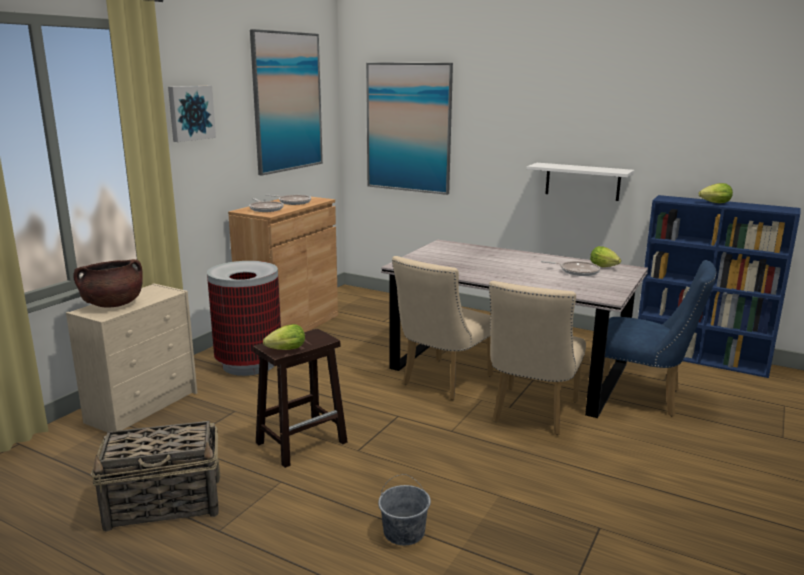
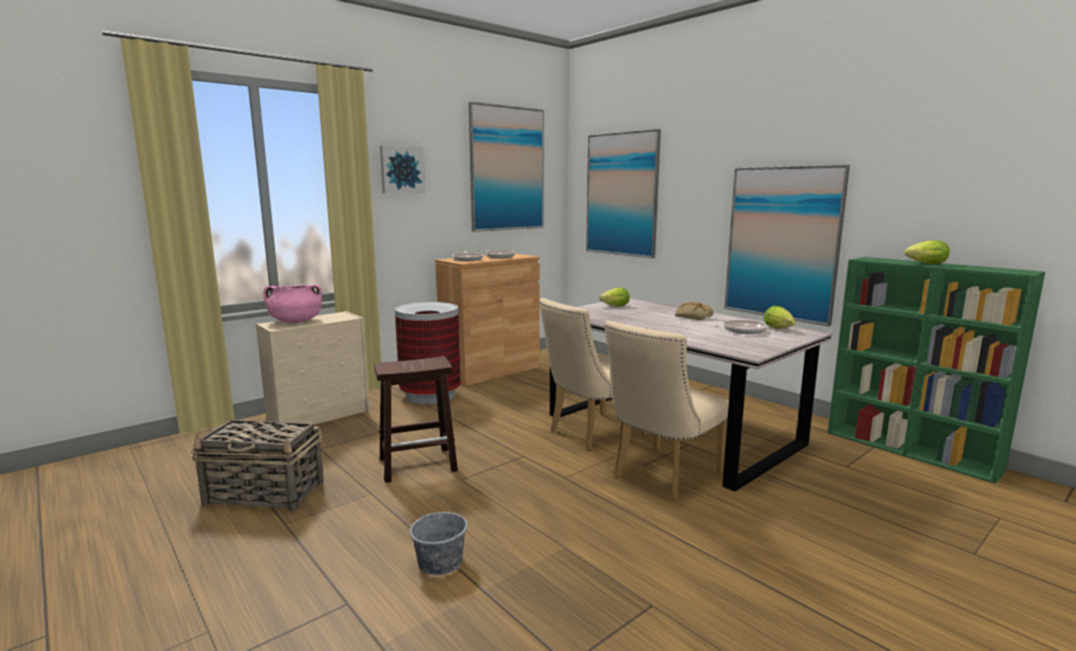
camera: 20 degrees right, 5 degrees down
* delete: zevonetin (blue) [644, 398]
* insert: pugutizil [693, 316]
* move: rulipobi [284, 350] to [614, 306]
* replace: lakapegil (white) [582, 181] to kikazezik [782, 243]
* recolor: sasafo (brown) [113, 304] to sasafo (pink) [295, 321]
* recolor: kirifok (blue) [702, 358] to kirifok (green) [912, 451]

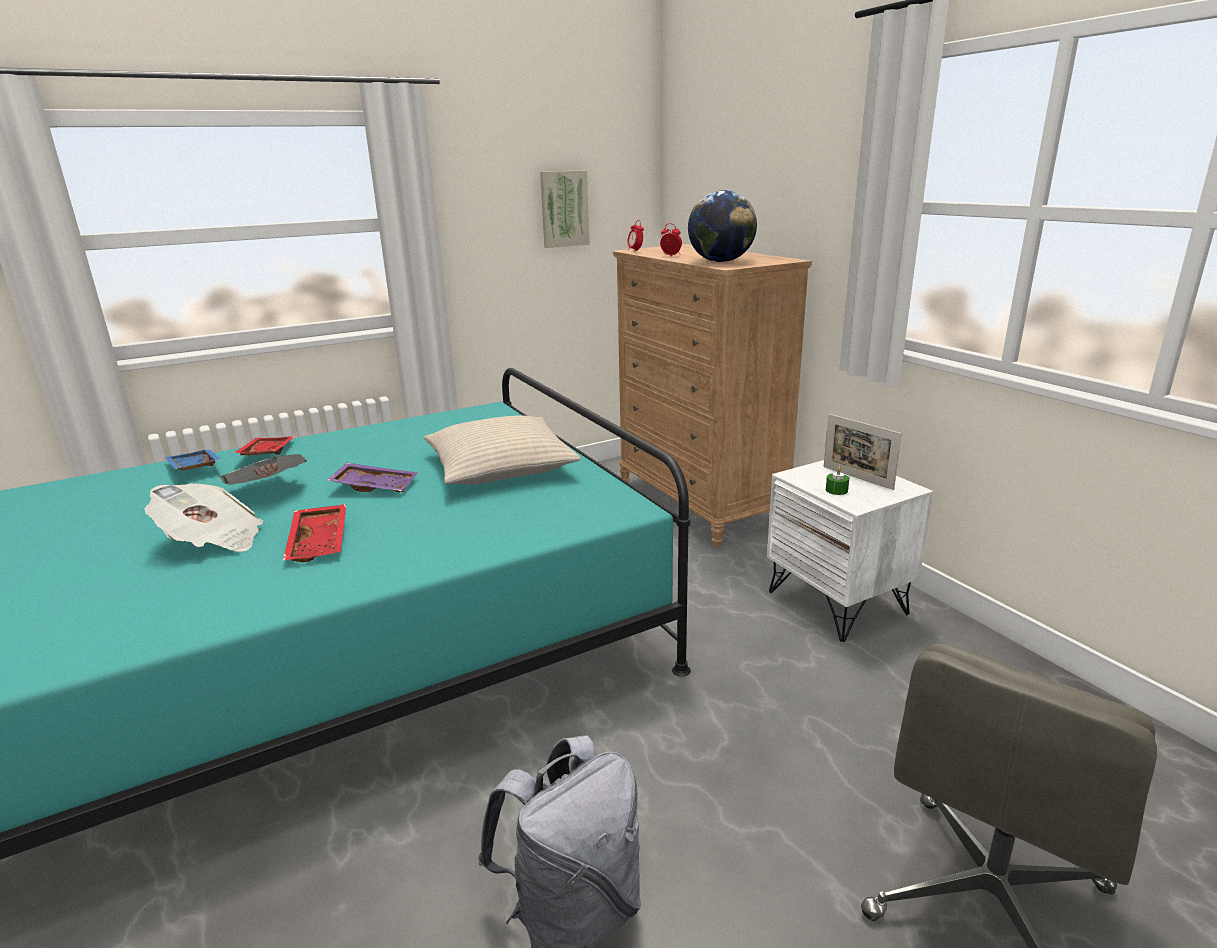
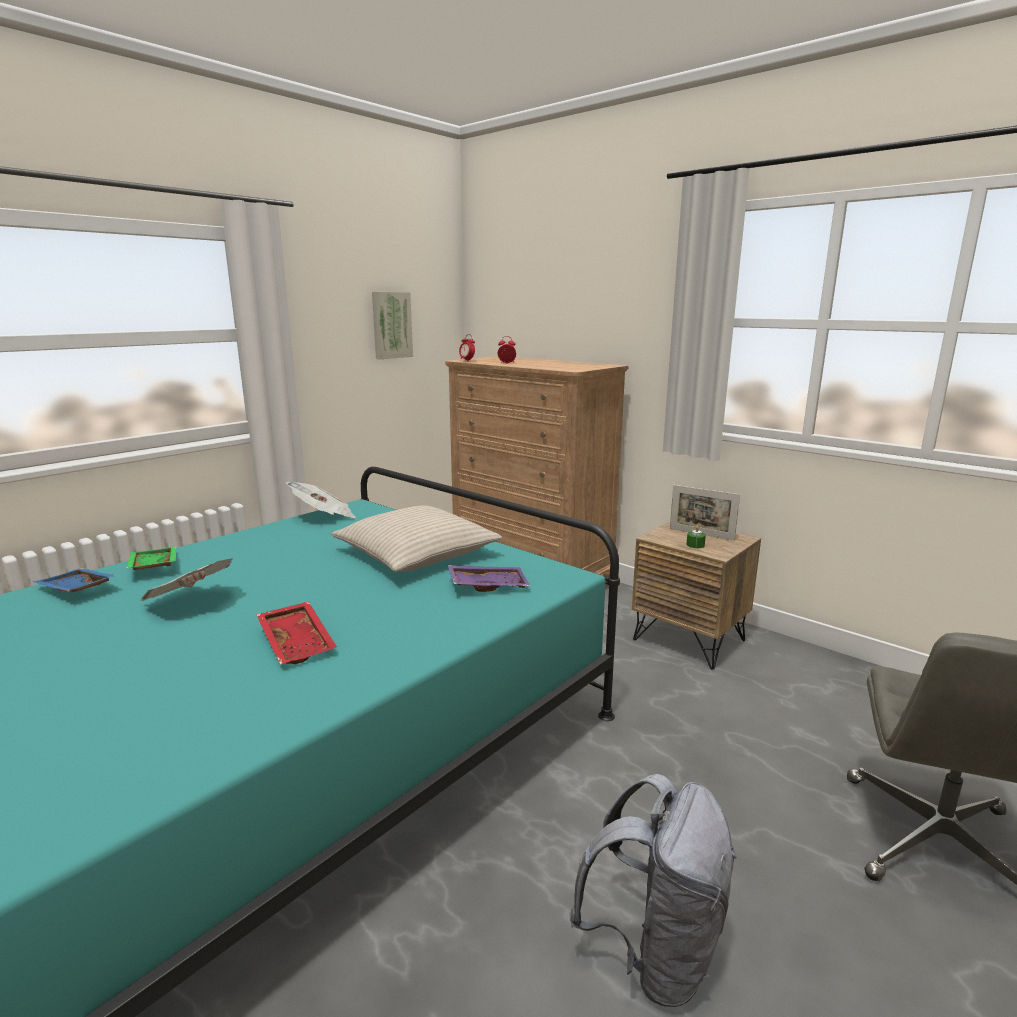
camera: 20 degrees left, 5 degrees down
* delete: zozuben [721, 261]
* move: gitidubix [213, 540] to [324, 516]
* move: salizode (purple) [375, 486] to [488, 585]
* recolor: salizode (red) [266, 454] to salizode (green) [152, 567]
* recolor: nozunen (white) [838, 602] to nozunen (brown) [689, 640]

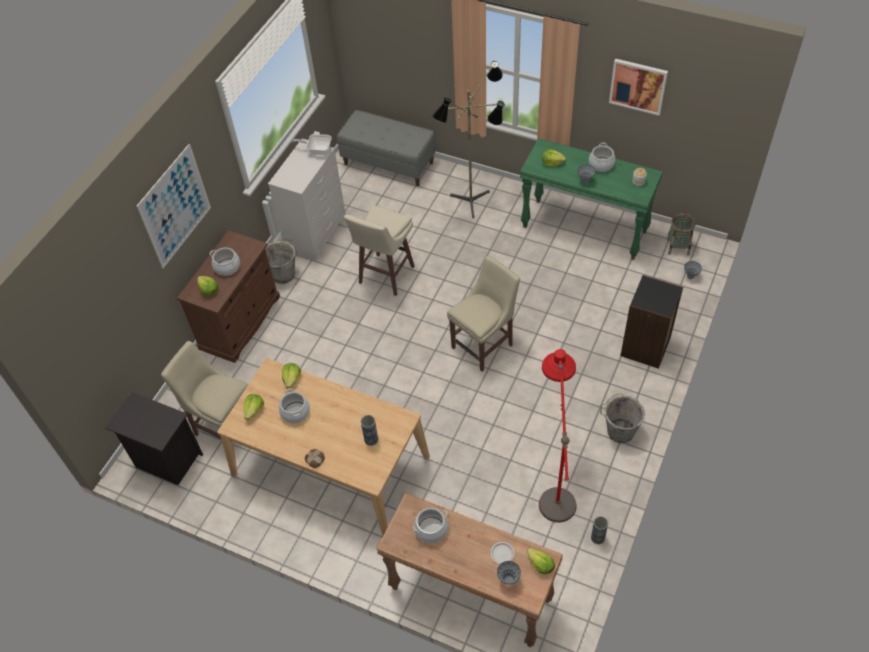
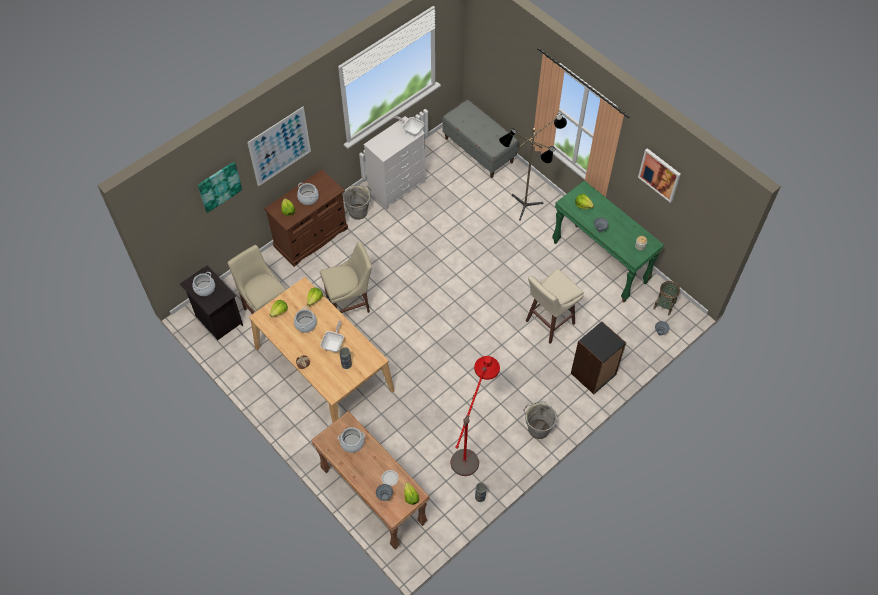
camera: 20 degrees right, 5 degrees up
* insert: kikazezik [219, 186]
* insert: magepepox [334, 343]
* move: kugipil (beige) [385, 276] to [548, 323]
* move: zevonetin (beige) [484, 344] to [350, 304]
* move: sasafo [601, 164] to [205, 288]

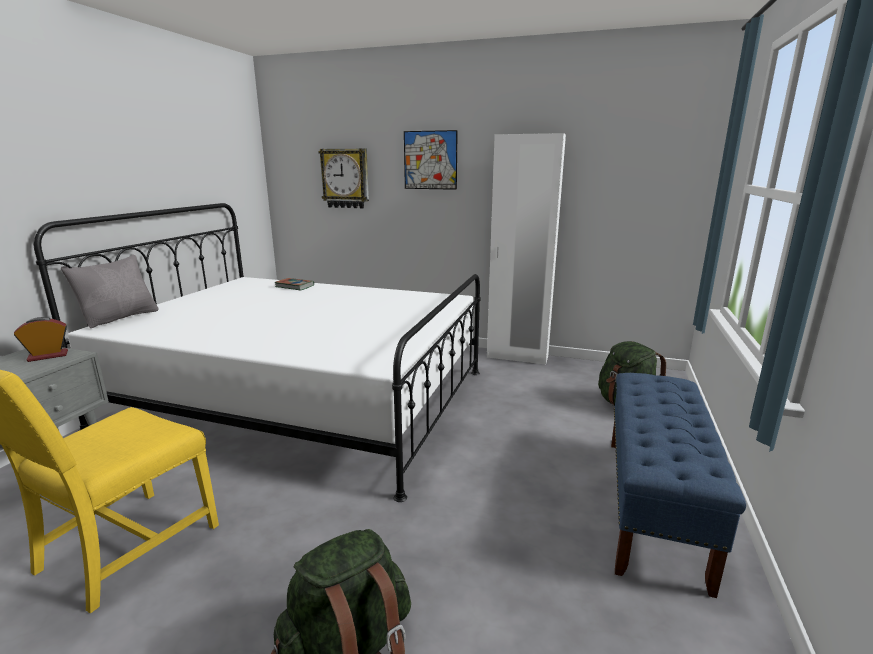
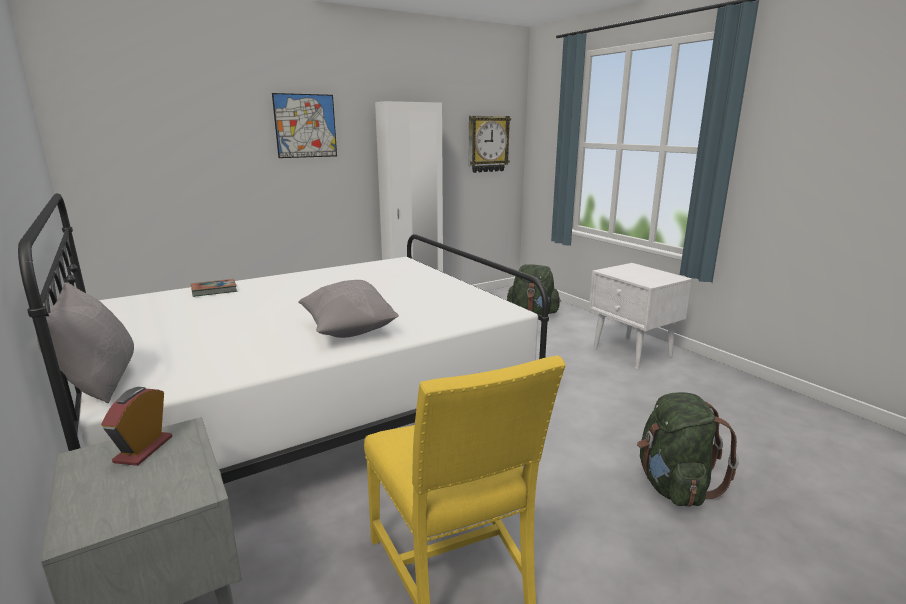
camera: 50 degrees left, 0 degrees up
* insert: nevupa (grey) [349, 330]
* move: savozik [345, 178] to [487, 144]
* replace: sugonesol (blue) [653, 505] to nozunen (white) [632, 352]

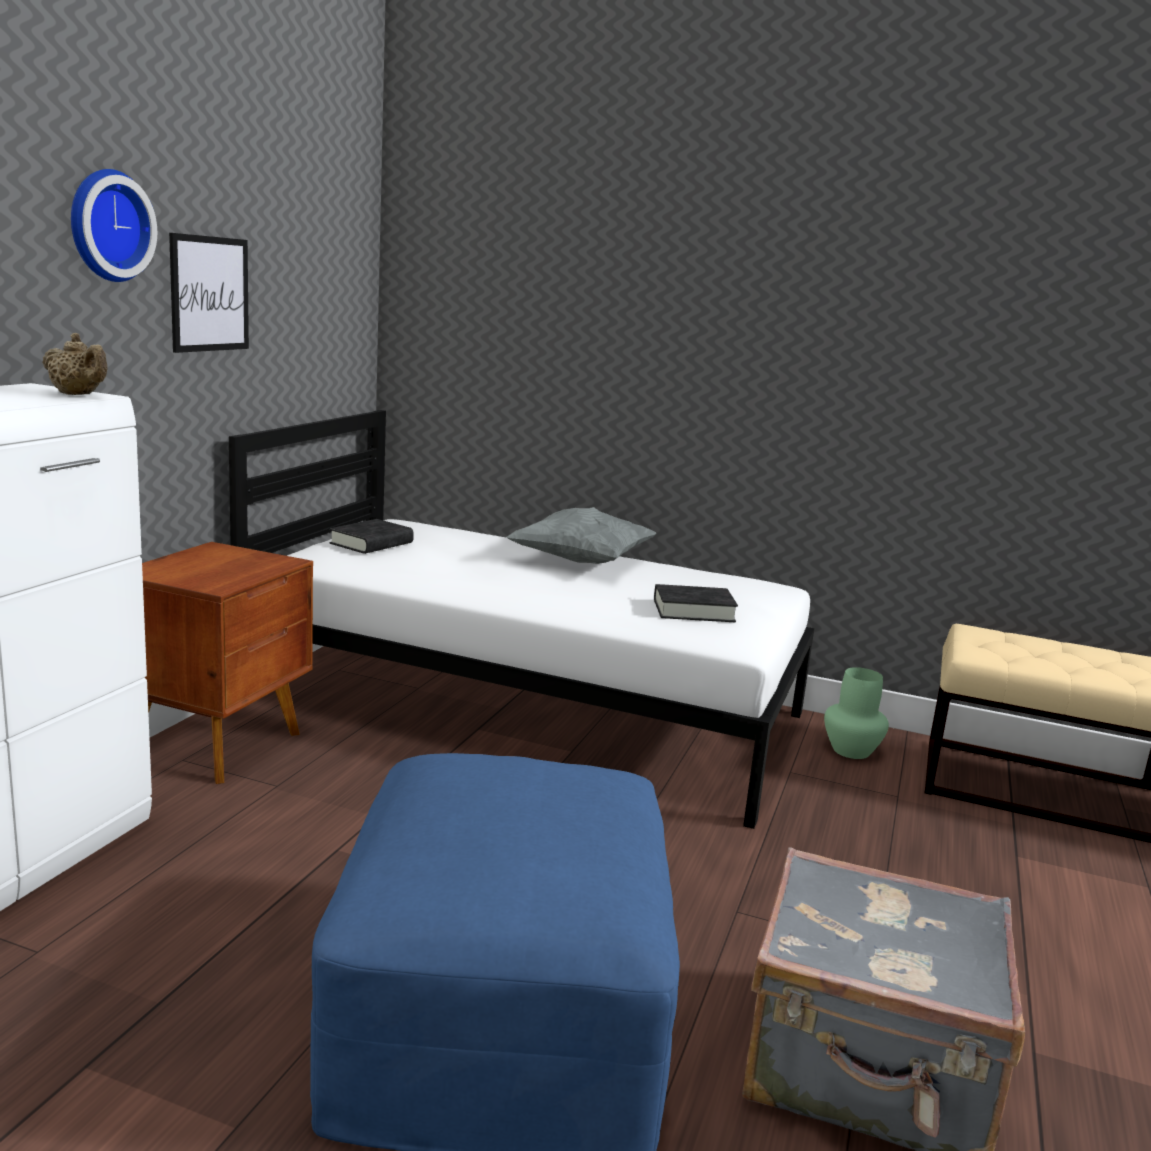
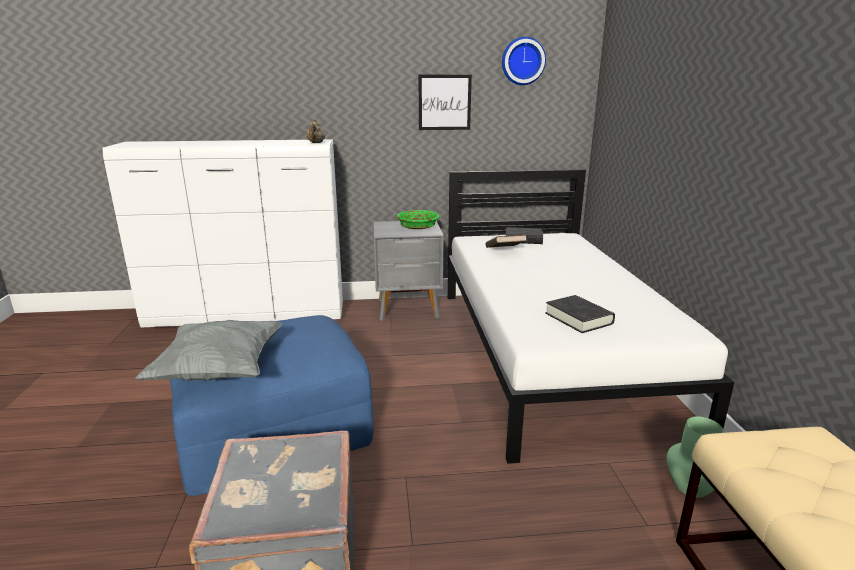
camera: 65 degrees right, 5 degrees up
* insert: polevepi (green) [417, 226]
* insert: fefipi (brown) [504, 251]
* move: savozik [106, 225] to [522, 61]
* move: nevupa (grey) [581, 562] to [219, 371]
* recolor: nozunen (brown) [219, 744] to nozunen (grey) [409, 309]

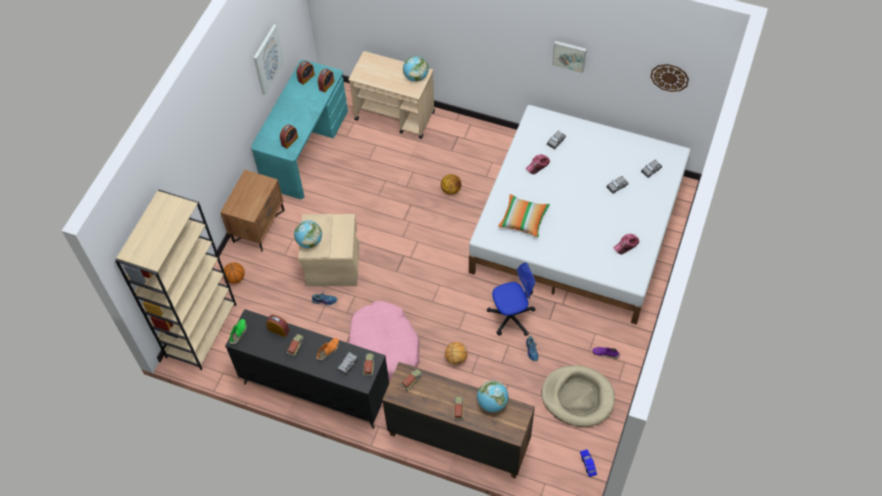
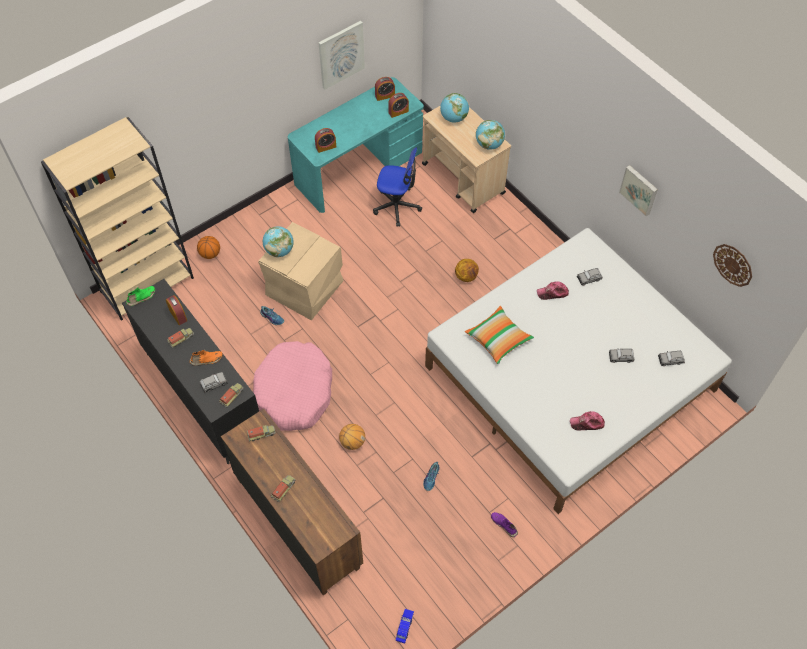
camera: 30 degrees right, 0 degrees up
* delete: nozunen (brown) [258, 226]
* delete: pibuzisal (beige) [577, 397]
* move: zozuben [492, 403] to [453, 118]
* move: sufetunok [511, 316] to [397, 206]

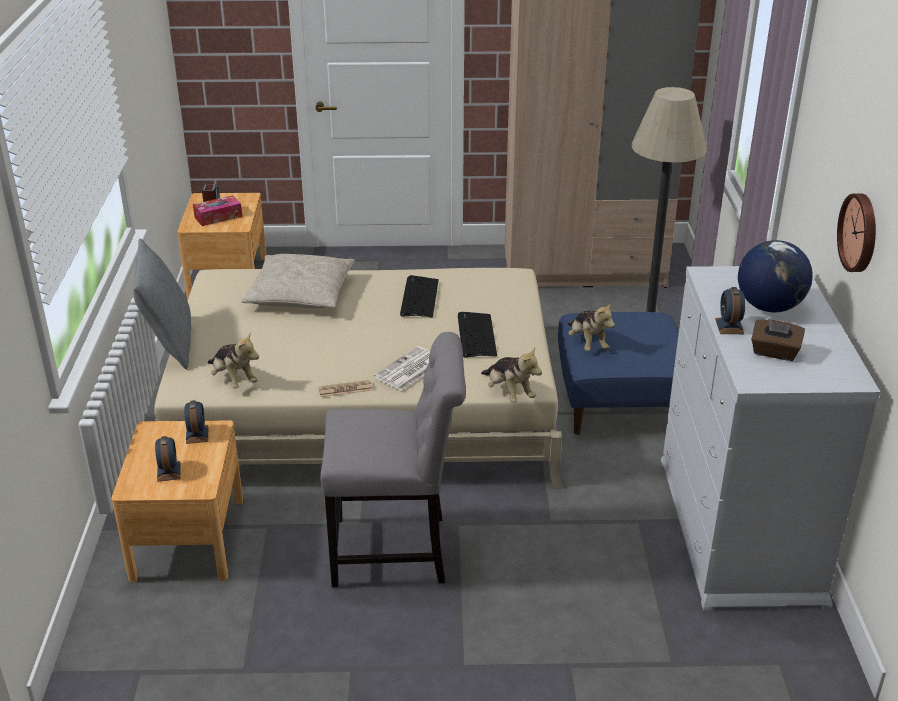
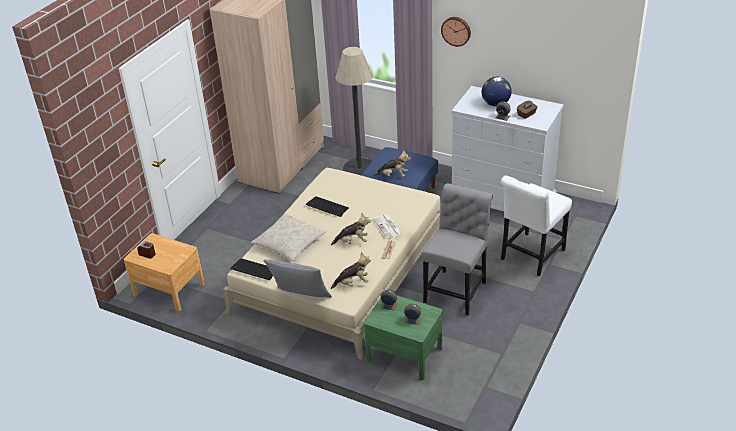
camera: 60 degrees left, 5 degrees up
* delete: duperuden [218, 217]
* insert: zevonetin (white) [530, 256]
* move: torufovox [476, 335] to [254, 269]
* move: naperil [509, 393] to [352, 242]
* move: savozik [860, 232] to [456, 31]
* recolor: nozunen (brown) [188, 538] to nozunen (green) [404, 354]

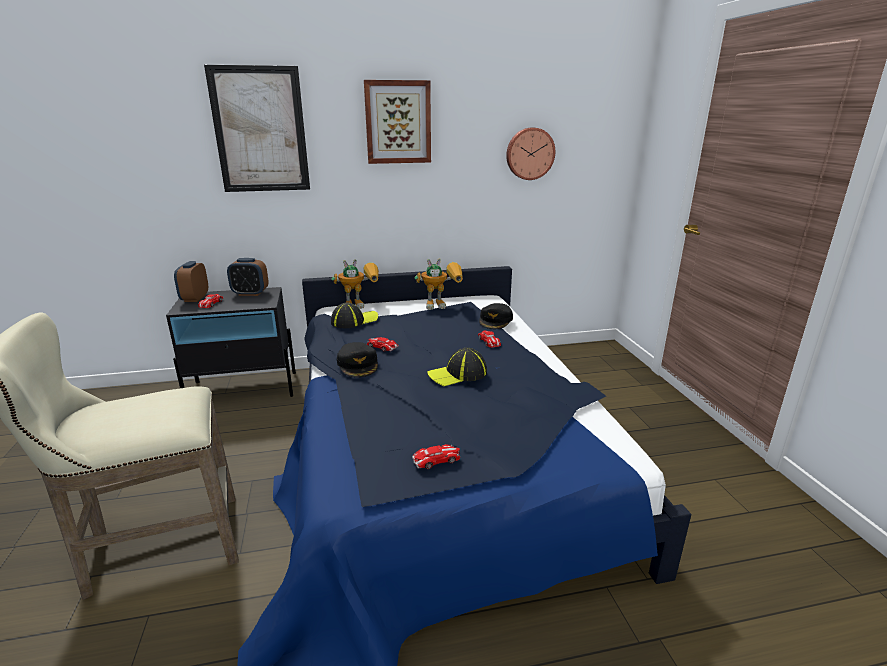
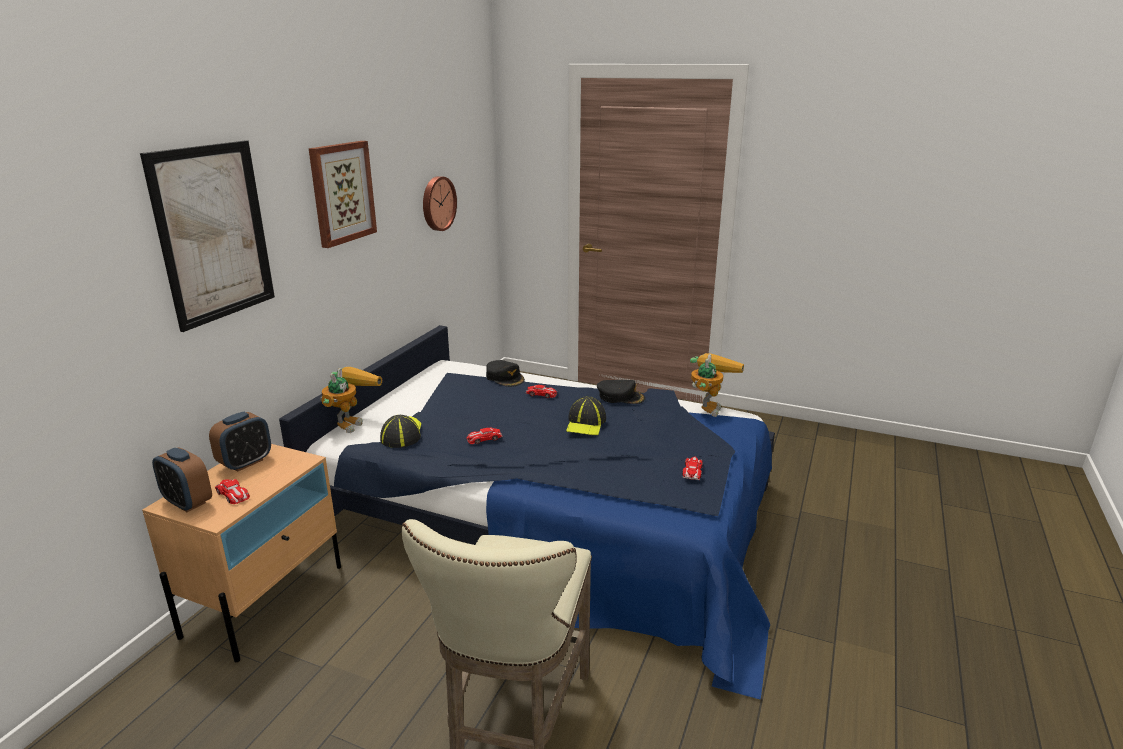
camera: 55 degrees left, 0 degrees up
* move: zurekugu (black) [358, 364] to [620, 396]
* move: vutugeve [442, 305] to [708, 406]
* recolor: nozunen (black) [244, 389] to nozunen (beige) [265, 599]

